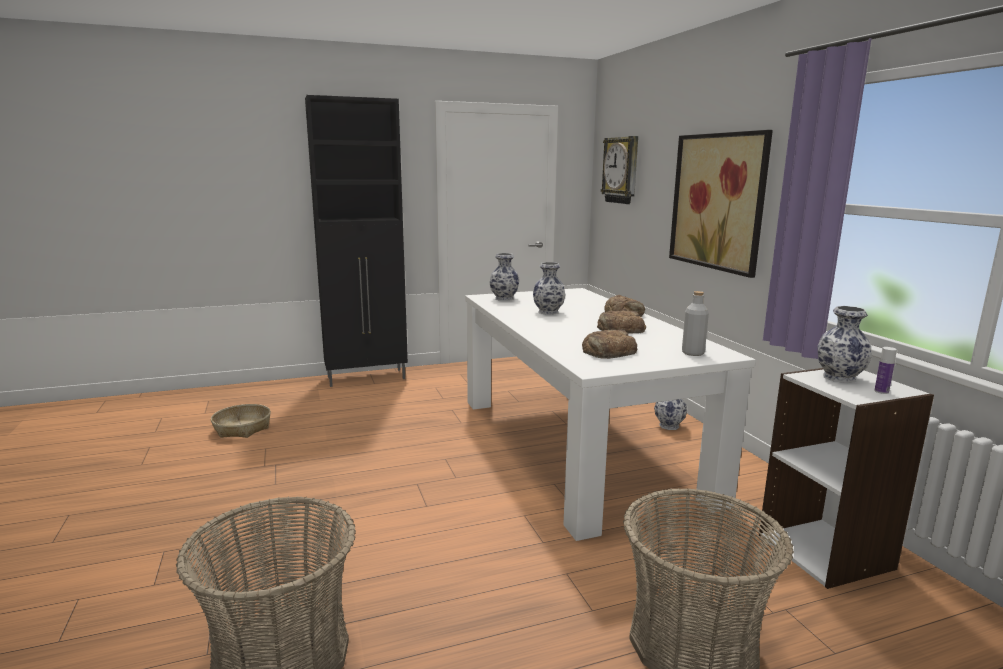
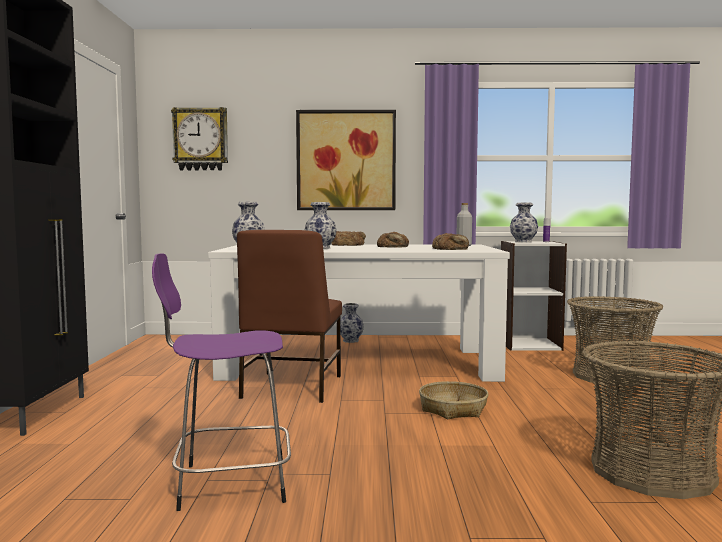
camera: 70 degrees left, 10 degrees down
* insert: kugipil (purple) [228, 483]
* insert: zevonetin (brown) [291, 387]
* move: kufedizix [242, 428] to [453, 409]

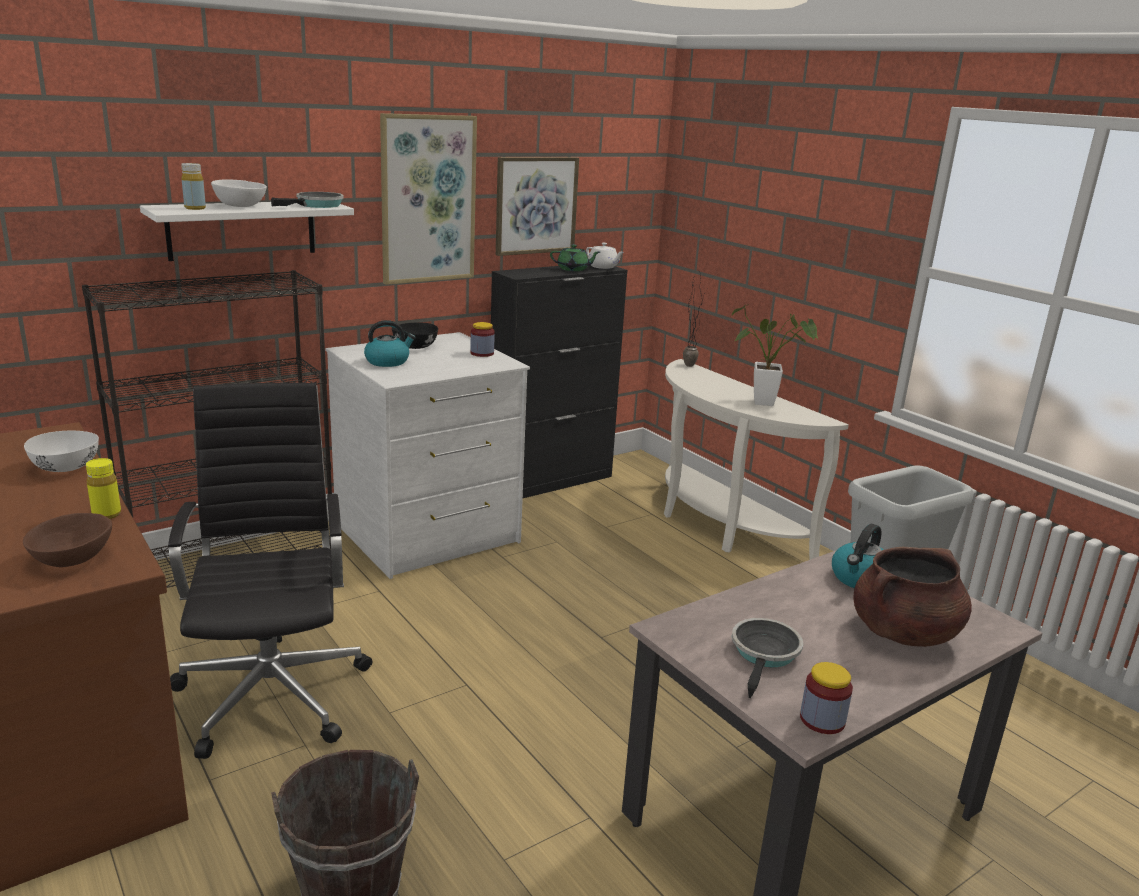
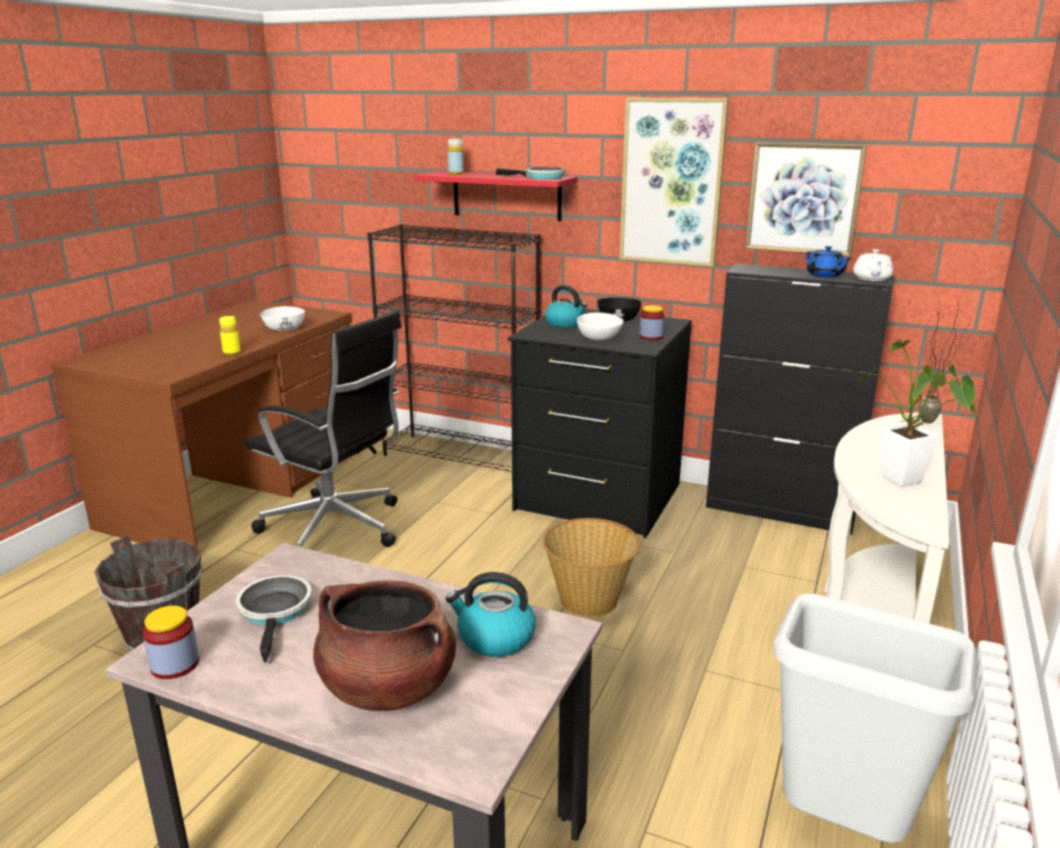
camera: 60 degrees right, 0 degrees up
* delete: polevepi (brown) [73, 558]
* insert: kufedizix [589, 599]
* move: polevepi (white) [239, 205] to [598, 337]
* recolor: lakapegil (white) [242, 229] to lakapegil (red) [506, 195]
* recolor: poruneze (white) [428, 534] to poruneze (black) [597, 498]
* recolor: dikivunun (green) [573, 269] to dikivunun (blue) [825, 275]
* rotate: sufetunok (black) [273, 690] = [336, 529] 75 degrees clockwise
* rotate: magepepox [765, 655] = [276, 613] 90 degrees counterclockwise

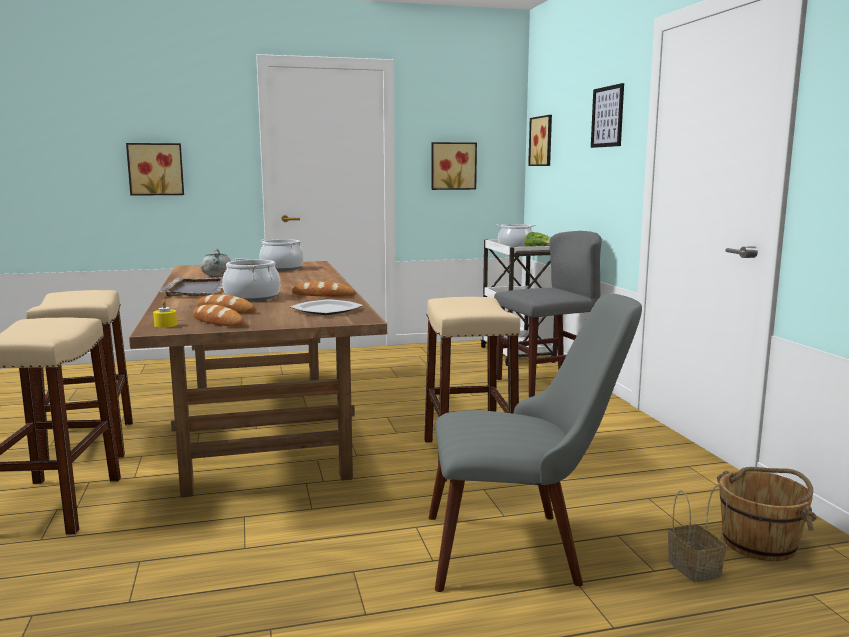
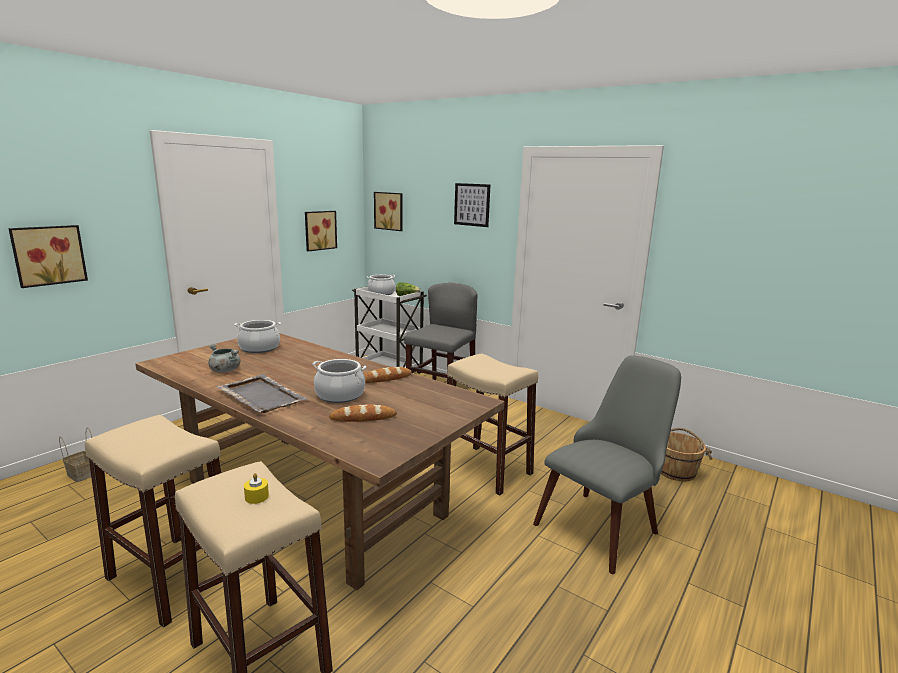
camera: 40 degrees left, 5 degrees up
* delete: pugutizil [218, 322]
* delete: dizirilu [326, 310]
* move: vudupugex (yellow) [165, 325] to [257, 497]
* move: kufedizix [696, 569] to [83, 474]

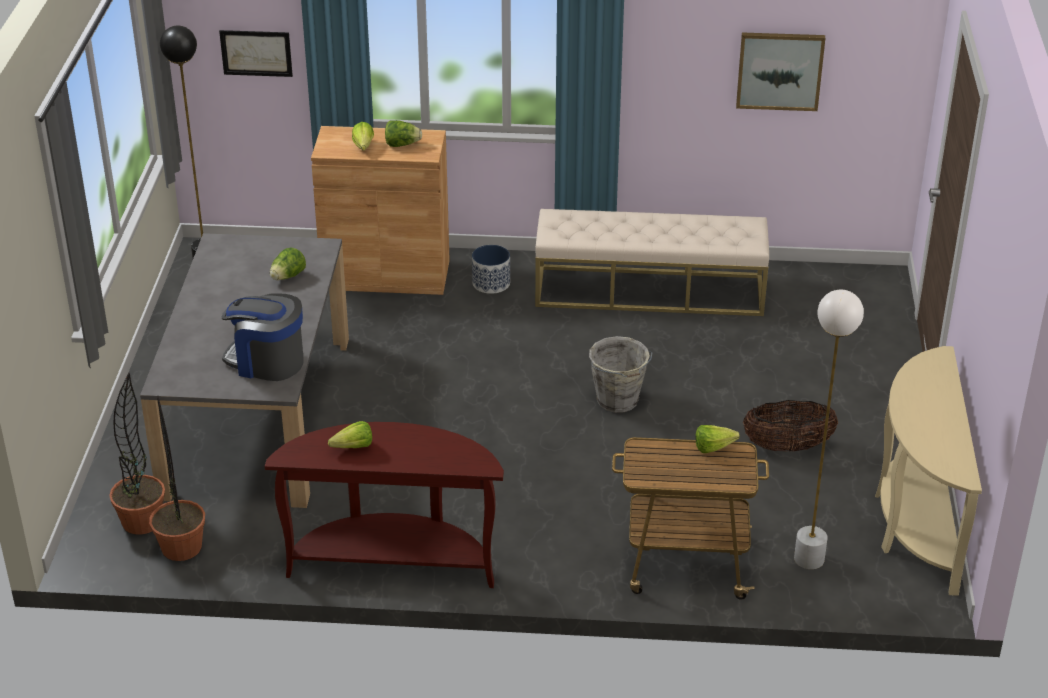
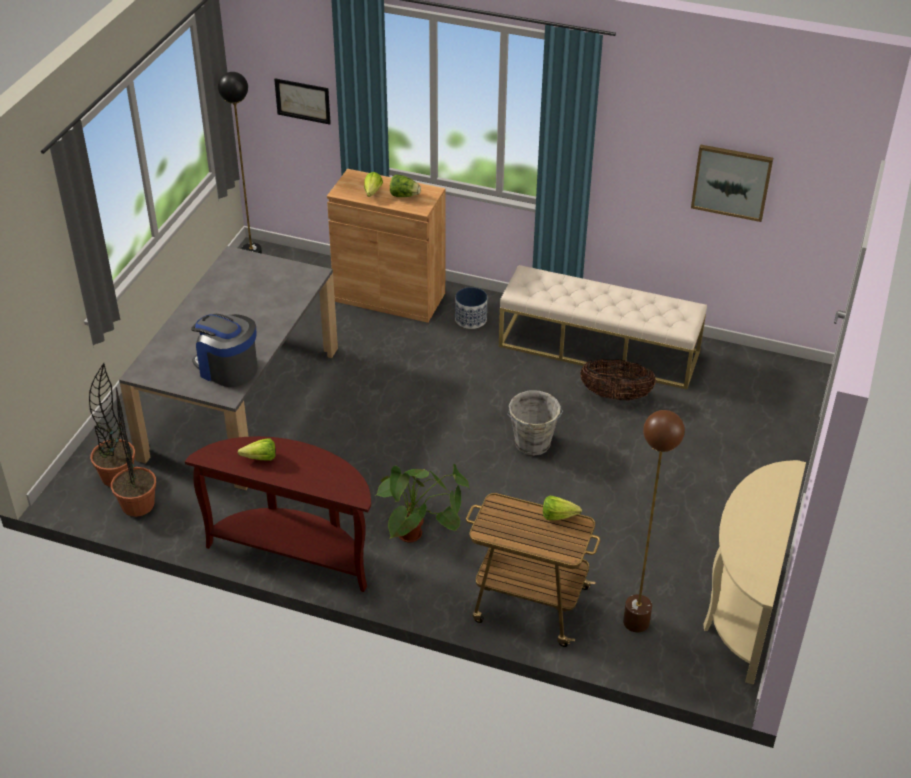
camera: 15 degrees right, 5 degrees up
* delete: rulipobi [288, 276]
* insert: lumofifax [420, 539]
* move: kufedizix [787, 446] to [615, 395]
* recolor: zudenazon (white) [809, 559] to zudenazon (brown) [636, 622]

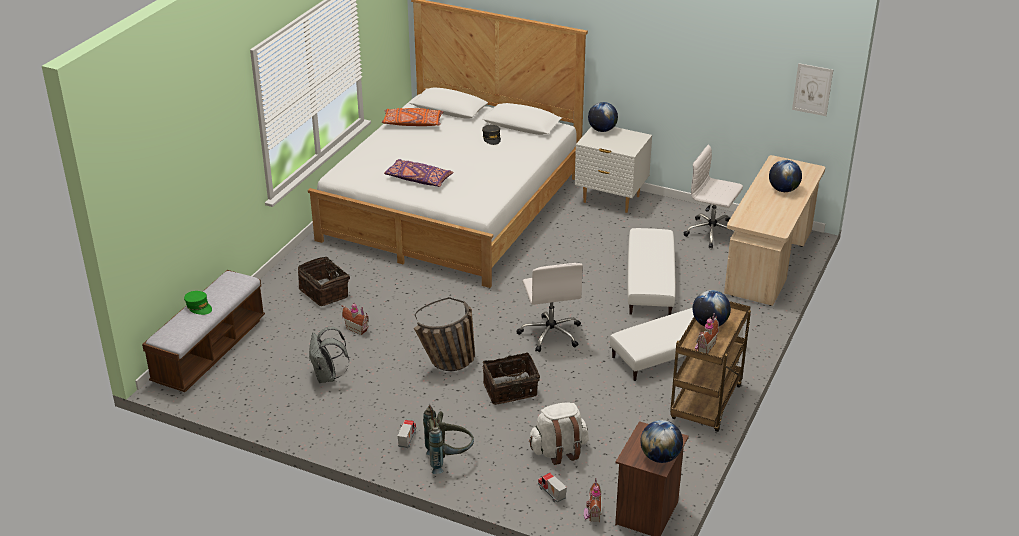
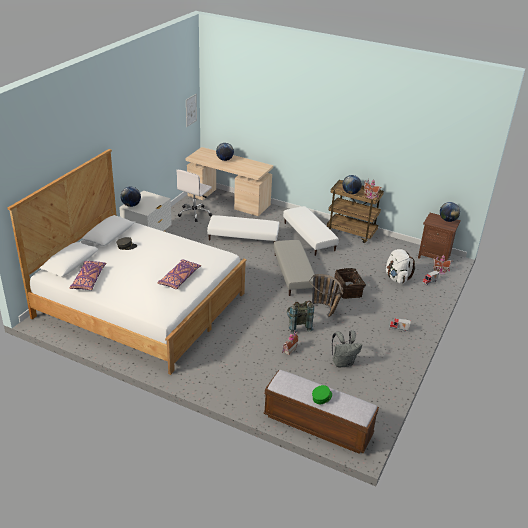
camera: 90 degrees left, 0 degrees up
* delete: kufedizix [325, 292]
* move: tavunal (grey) [448, 459] to [297, 326]
* replace: sufetunok (white) [550, 334] to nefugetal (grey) [293, 273]
* recolor: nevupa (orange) [412, 123] to nevupa (purple) [88, 280]

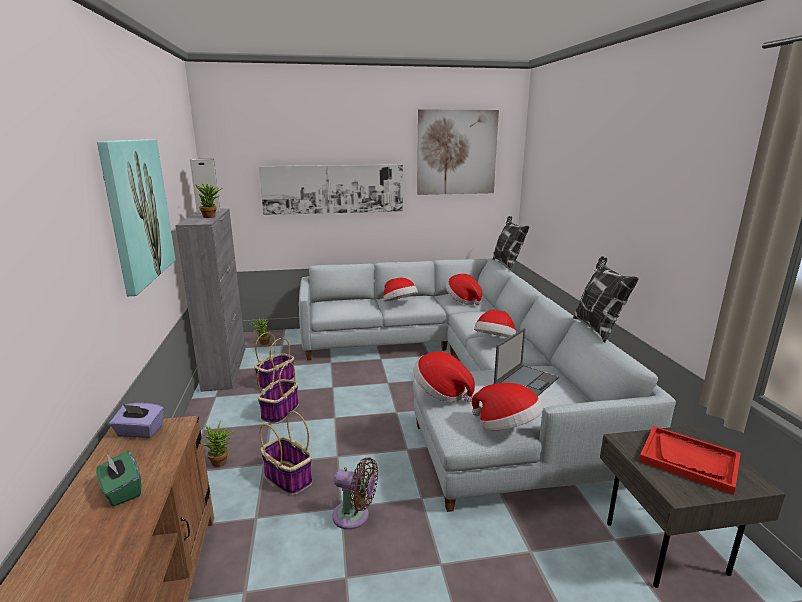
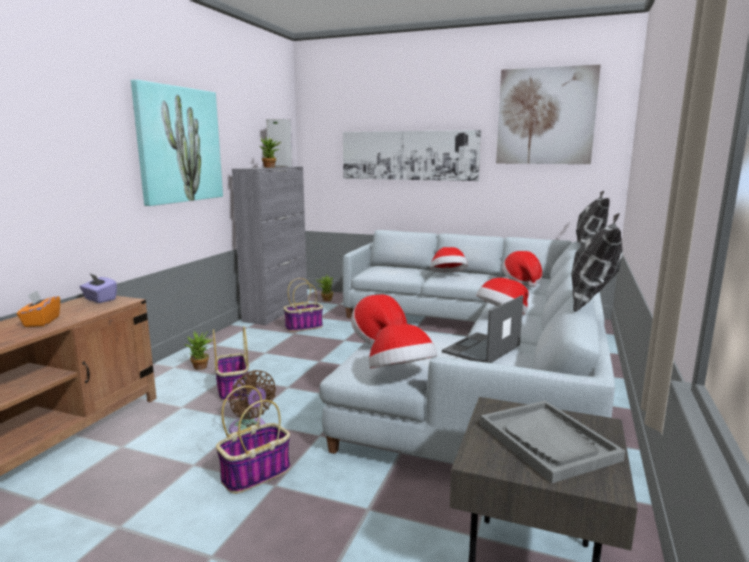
camera: 30 degrees right, 5 degrees down
* move: kufedizix [280, 411] to [256, 474]
* recolor: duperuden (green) [121, 491] to duperuden (orange) [41, 322]
* recolor: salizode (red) [689, 460] to salizode (grey) [548, 442]
* rotate: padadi [526, 381] = [481, 349] 150 degrees clockwise

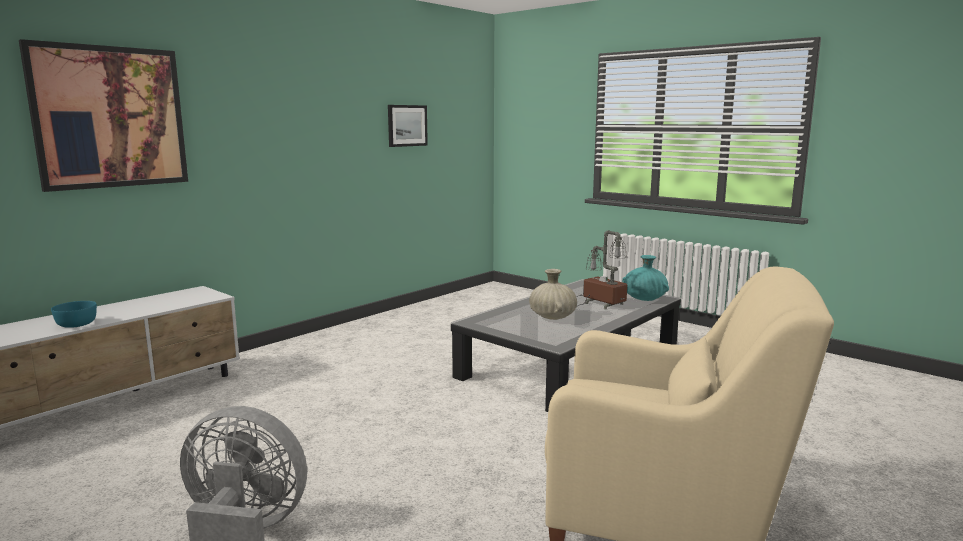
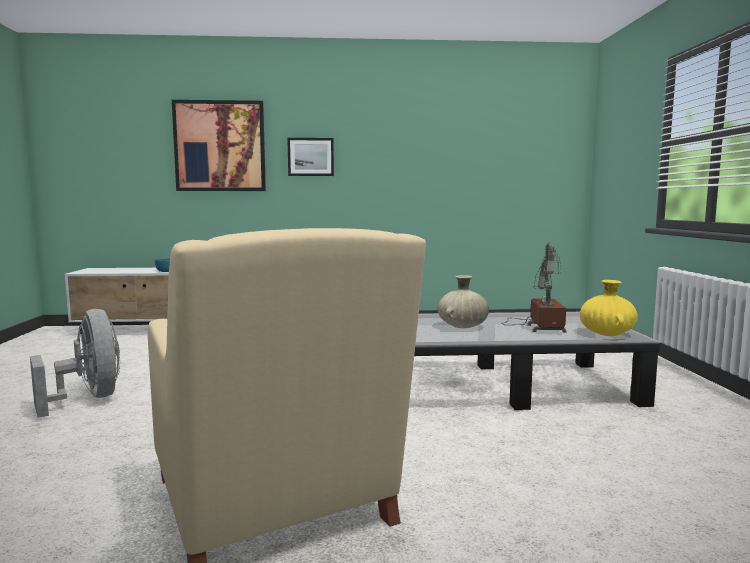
camera: 45 degrees right, 5 degrees down
* move: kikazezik [407, 125] to [310, 157]
* recolor: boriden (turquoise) [644, 299] to boriden (yellow) [607, 334]

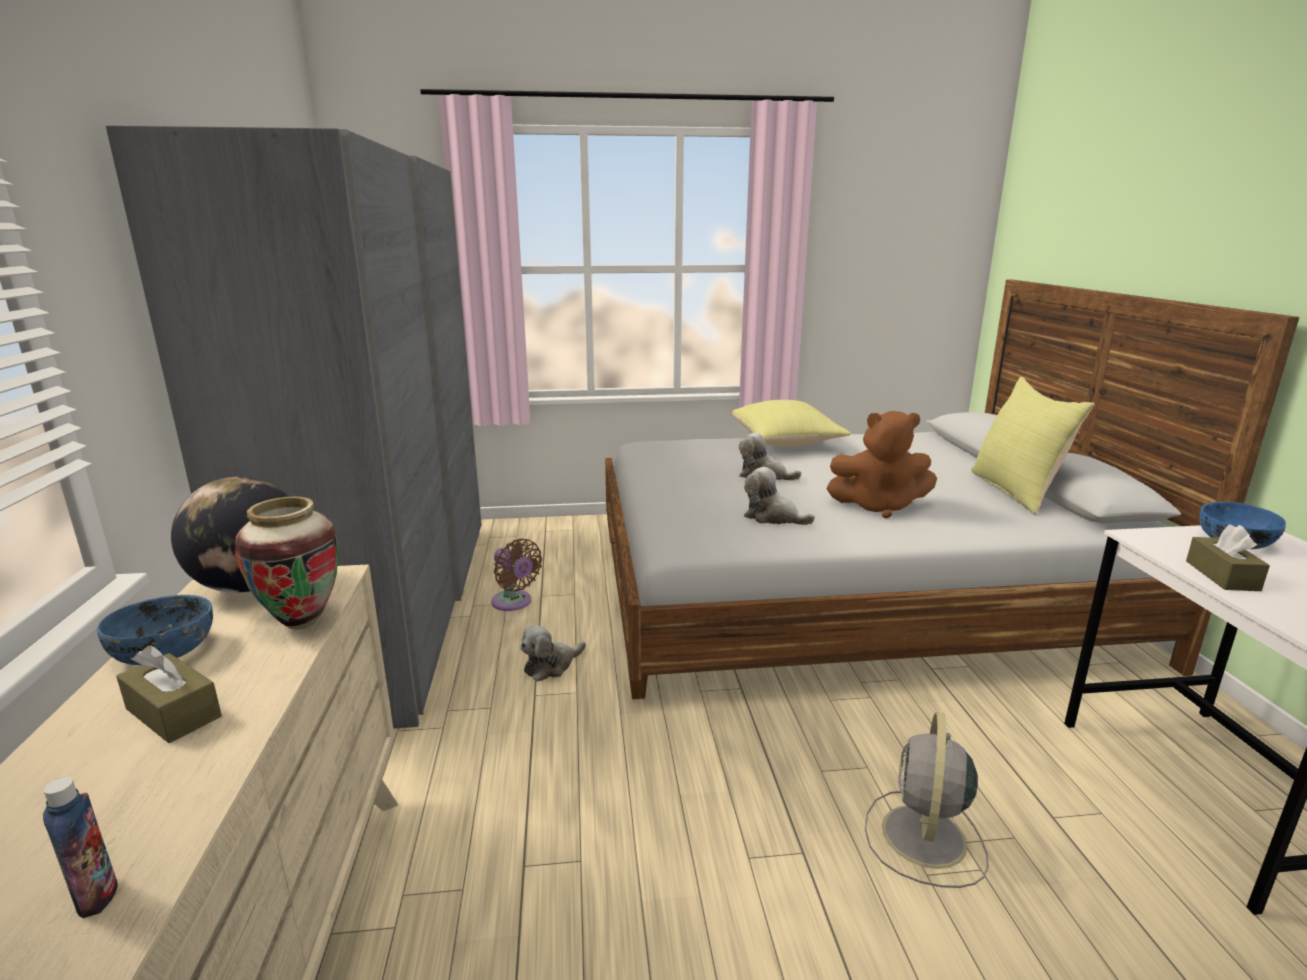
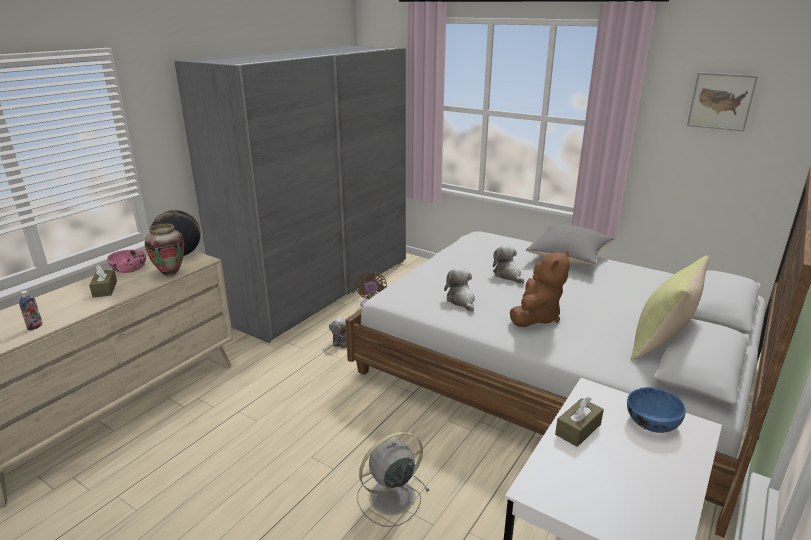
camera: 40 degrees right, 5 degrees up
* insert: kikazezik [721, 101]
* recolor: polevepi (blue) [166, 651] to polevepi (pink) [130, 269]
* recolor: nevupa (yellow) [787, 443] to nevupa (grey) [569, 258]
* rotate: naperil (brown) [878, 506] = [536, 317] 105 degrees counterclockwise

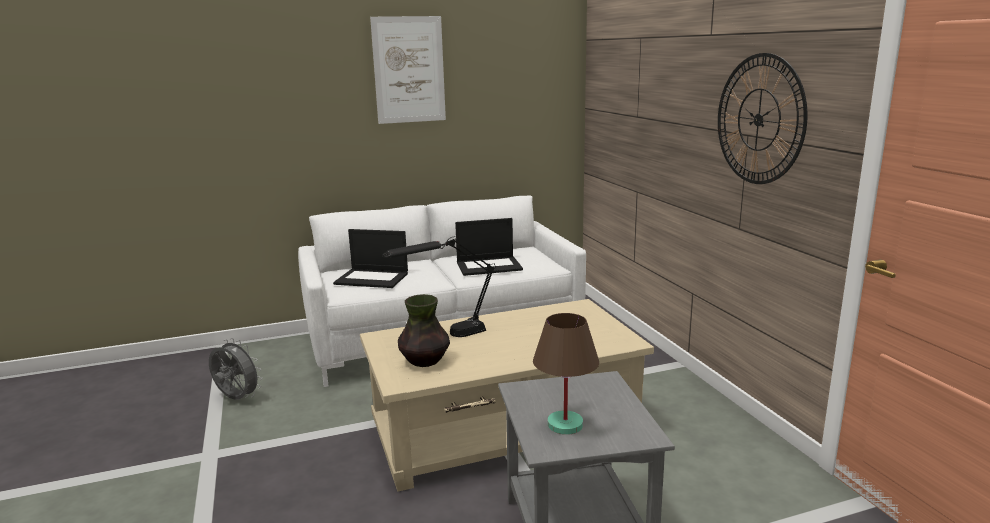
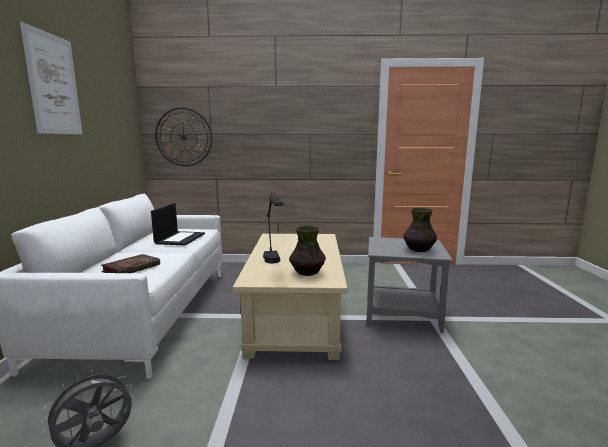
camera: 70 degrees left, 5 degrees down
* move: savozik [759, 119] to [184, 137]
* replace: padadi [372, 278] to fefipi [132, 268]
* replace: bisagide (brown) [564, 425] to boriden [419, 250]

